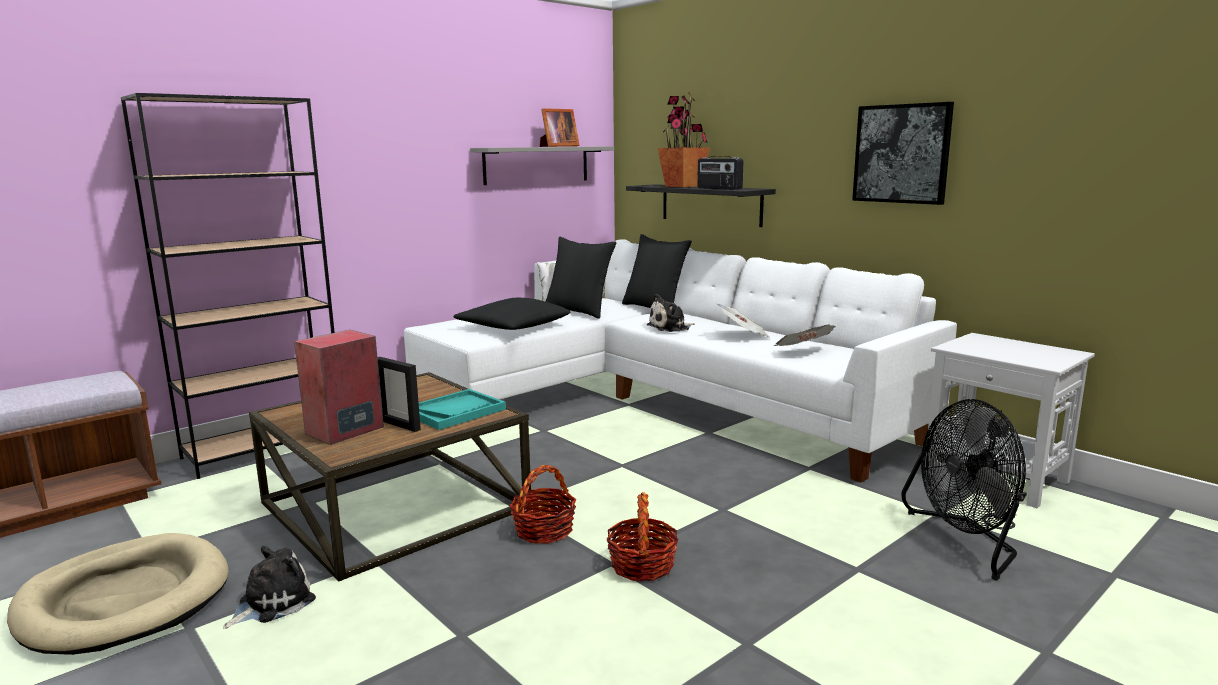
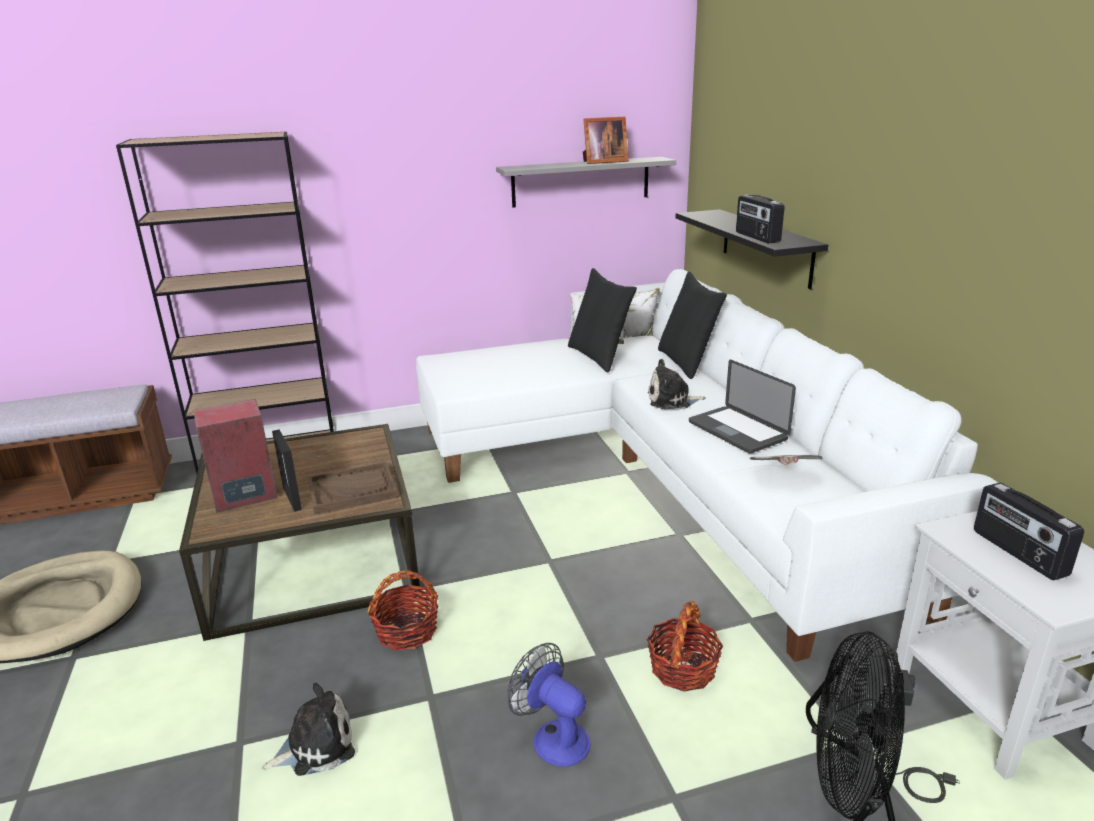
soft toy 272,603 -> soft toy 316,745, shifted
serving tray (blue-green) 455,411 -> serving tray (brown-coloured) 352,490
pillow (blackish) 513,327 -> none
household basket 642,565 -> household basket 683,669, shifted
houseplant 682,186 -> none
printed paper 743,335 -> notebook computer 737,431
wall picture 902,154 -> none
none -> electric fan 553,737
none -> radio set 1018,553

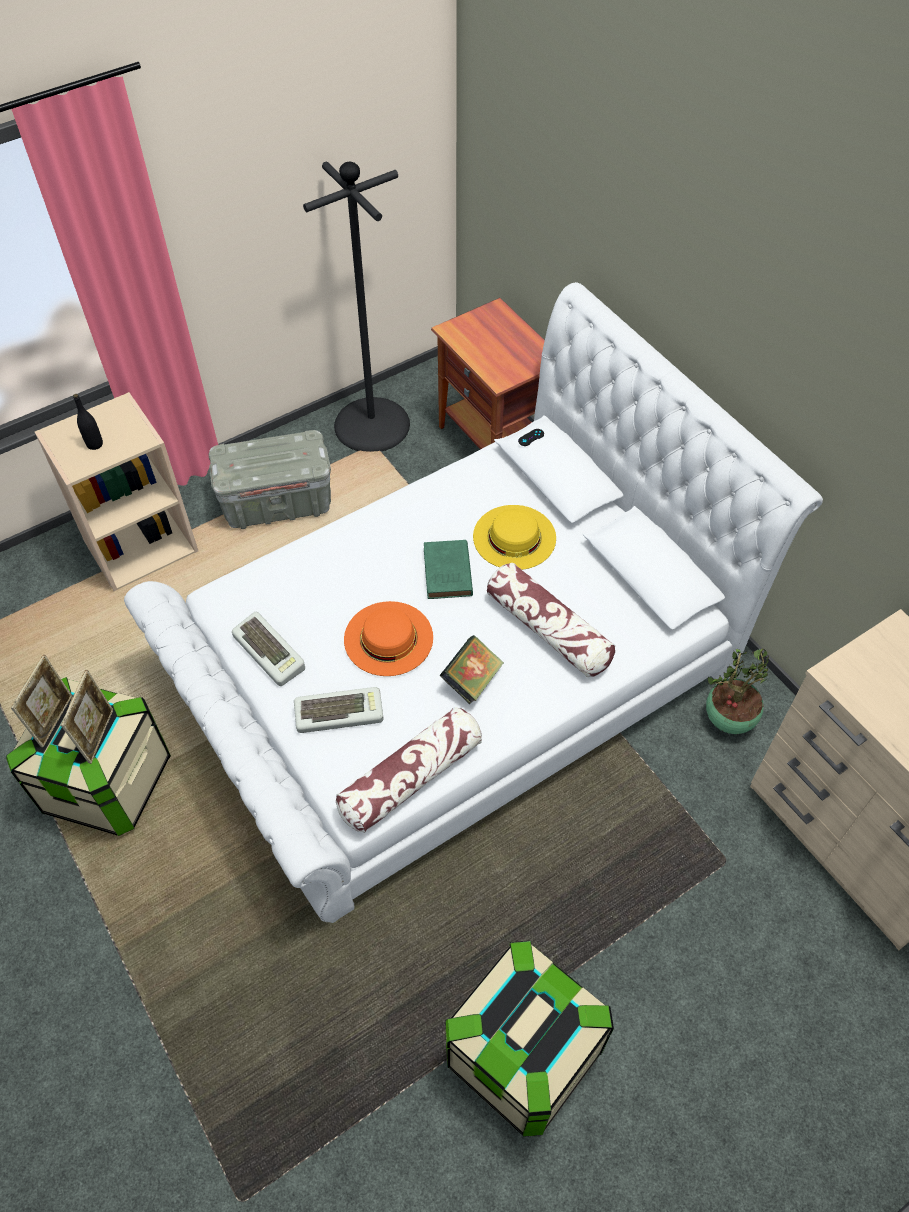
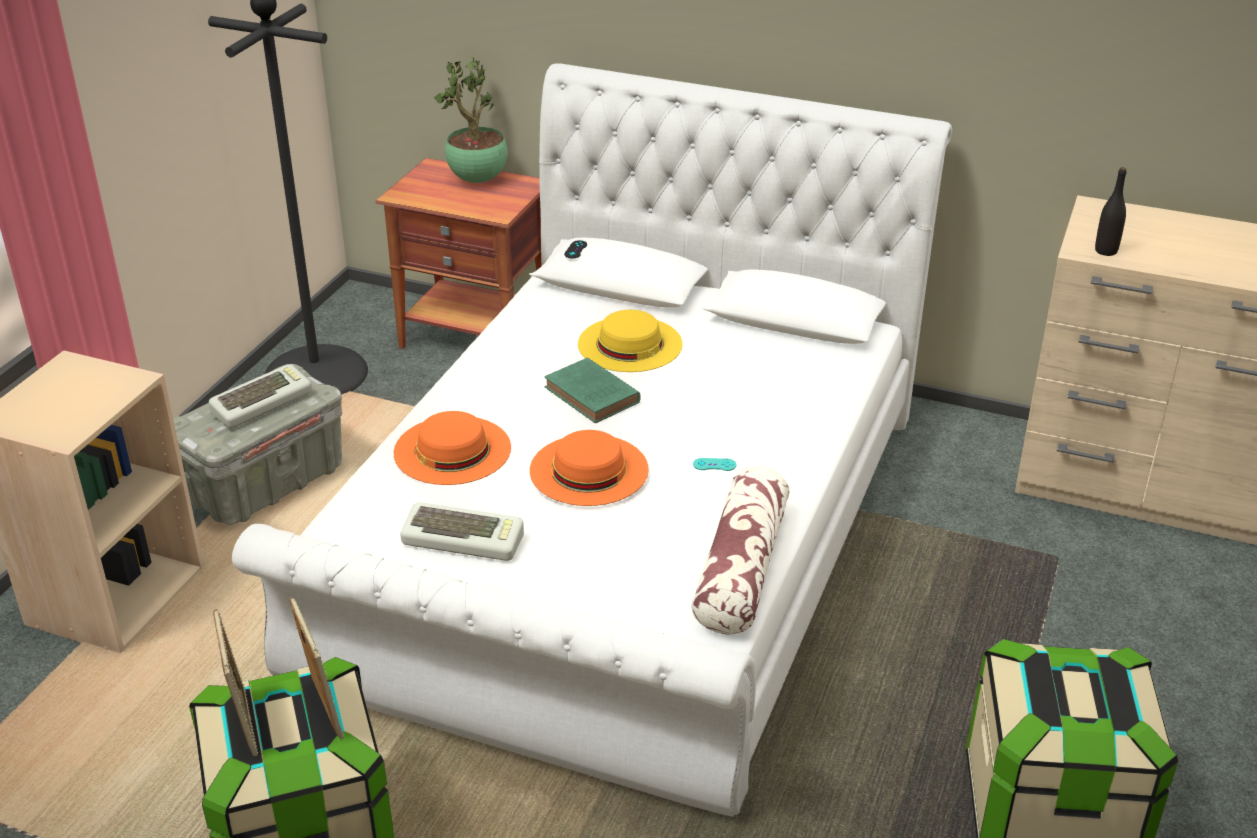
drink bottle (blackish) 95,444 -> drink bottle (blackish) 1106,251, shifted
computer keyboard 340,712 -> computer keyboard 261,402, shifted
volume 472,679 -> joypad (blue-green) 714,465
pillow 548,630 -> none
houseplant 727,720 -> houseplant 477,180, shifted
none -> hat (orangey) 452,450

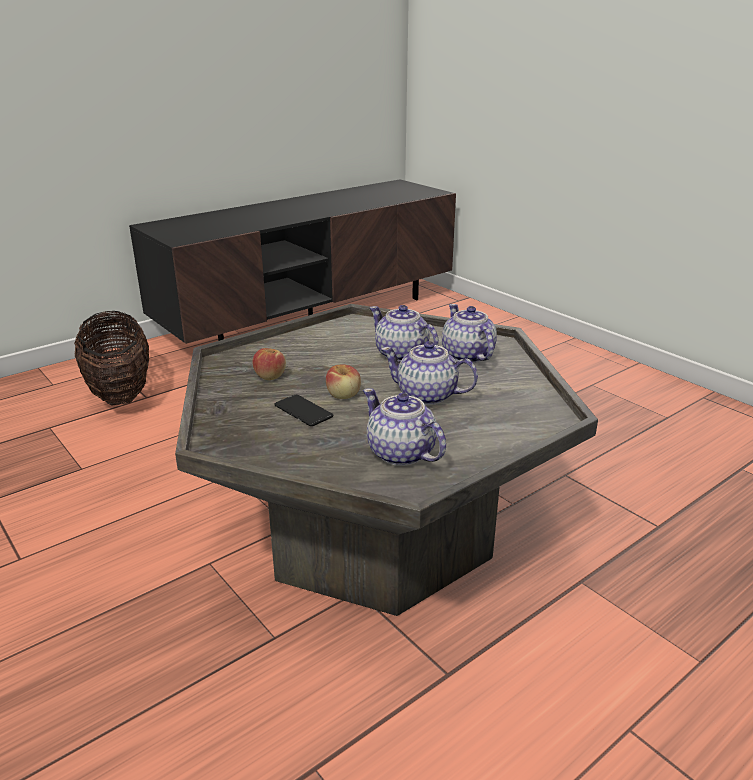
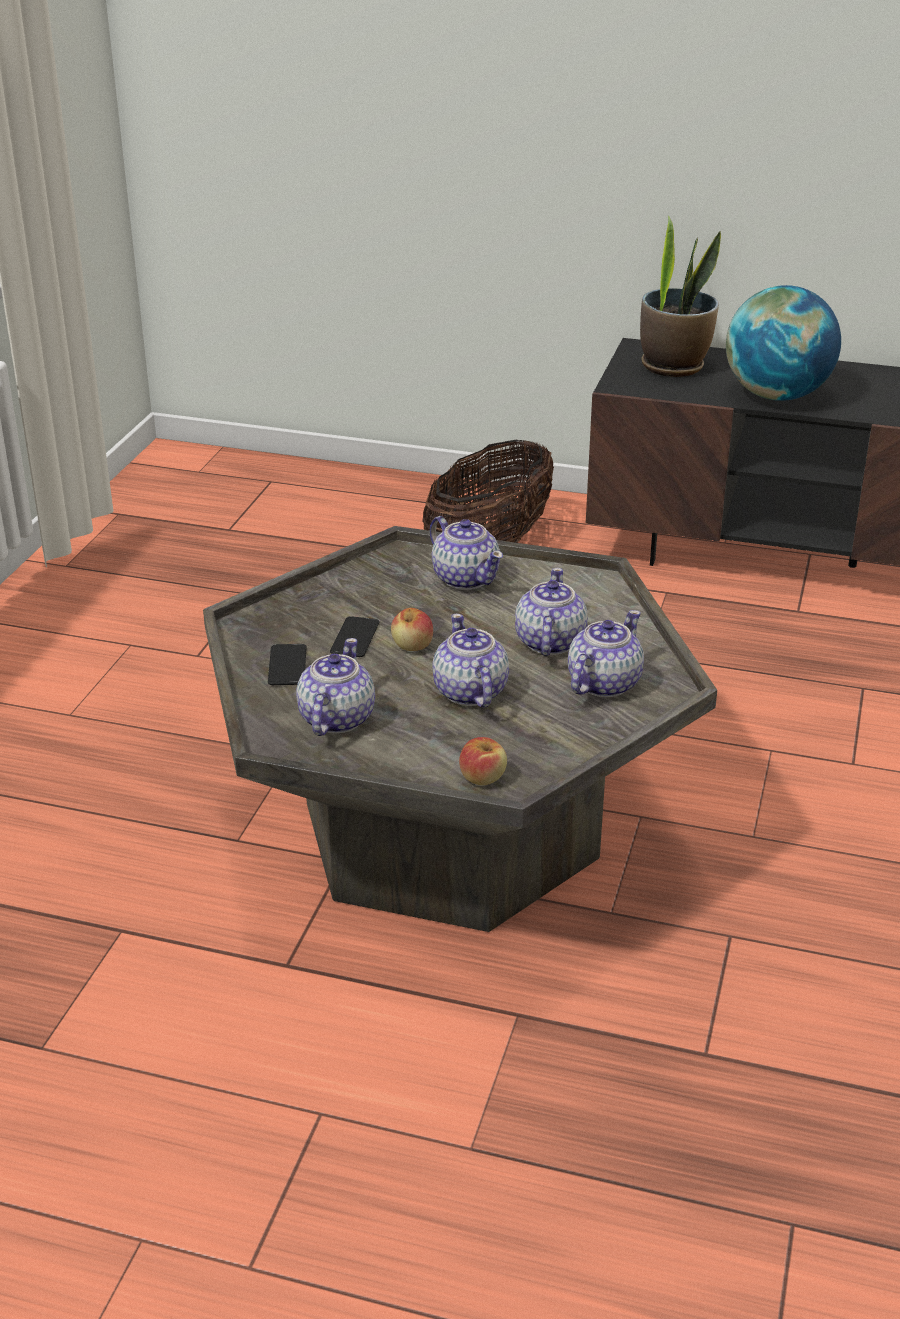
apple fruit 270,376 -> apple fruit 483,777, shifted
none -> telephone 287,666
none -> pot for tea 465,578
none -> houseplant 673,366
none -> desk globe 777,396

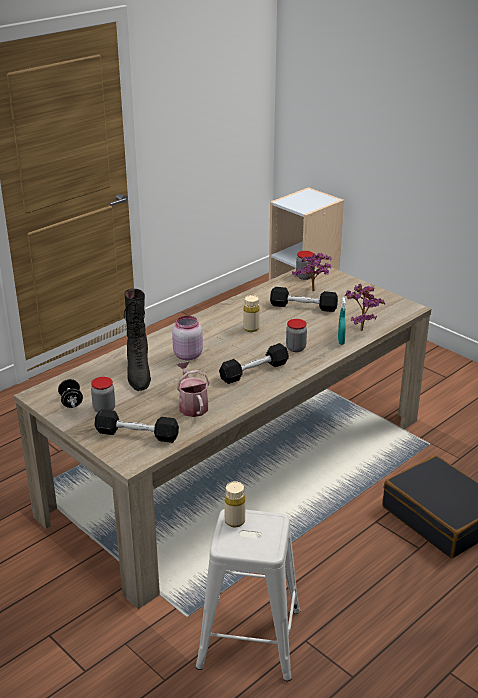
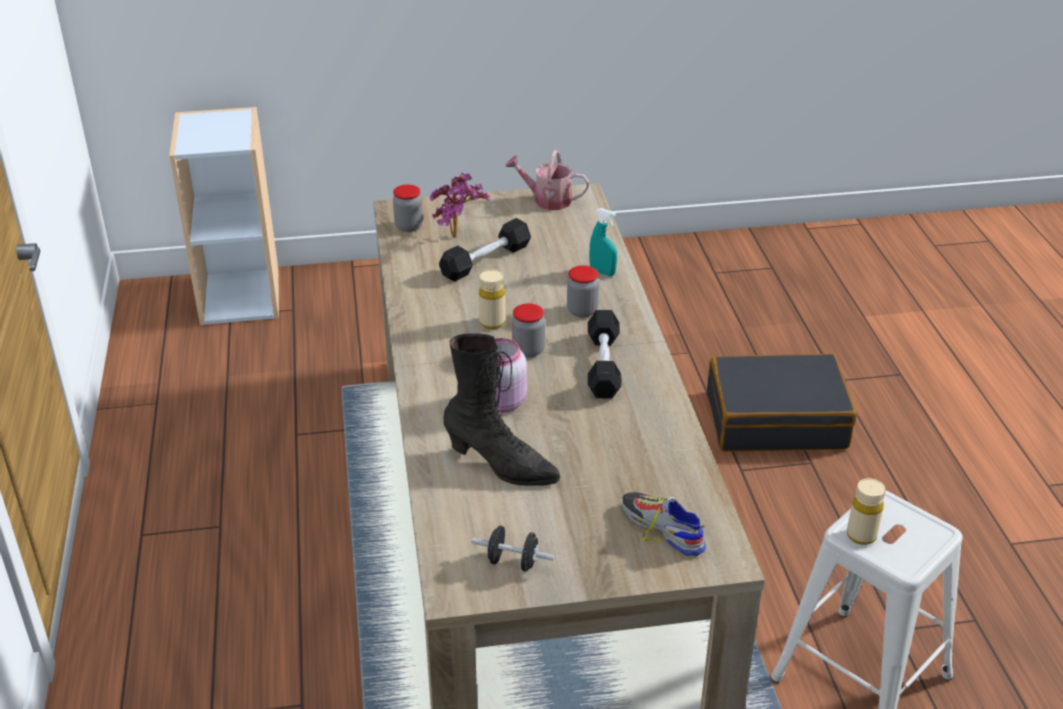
preserve jar 104,409 -> preserve jar 528,350, shifted
dumbbell (blackish) 137,434 -> item of footwear 662,528
watering pot 192,405 -> watering pot 547,200, shifted
houseplant 360,328 -> none

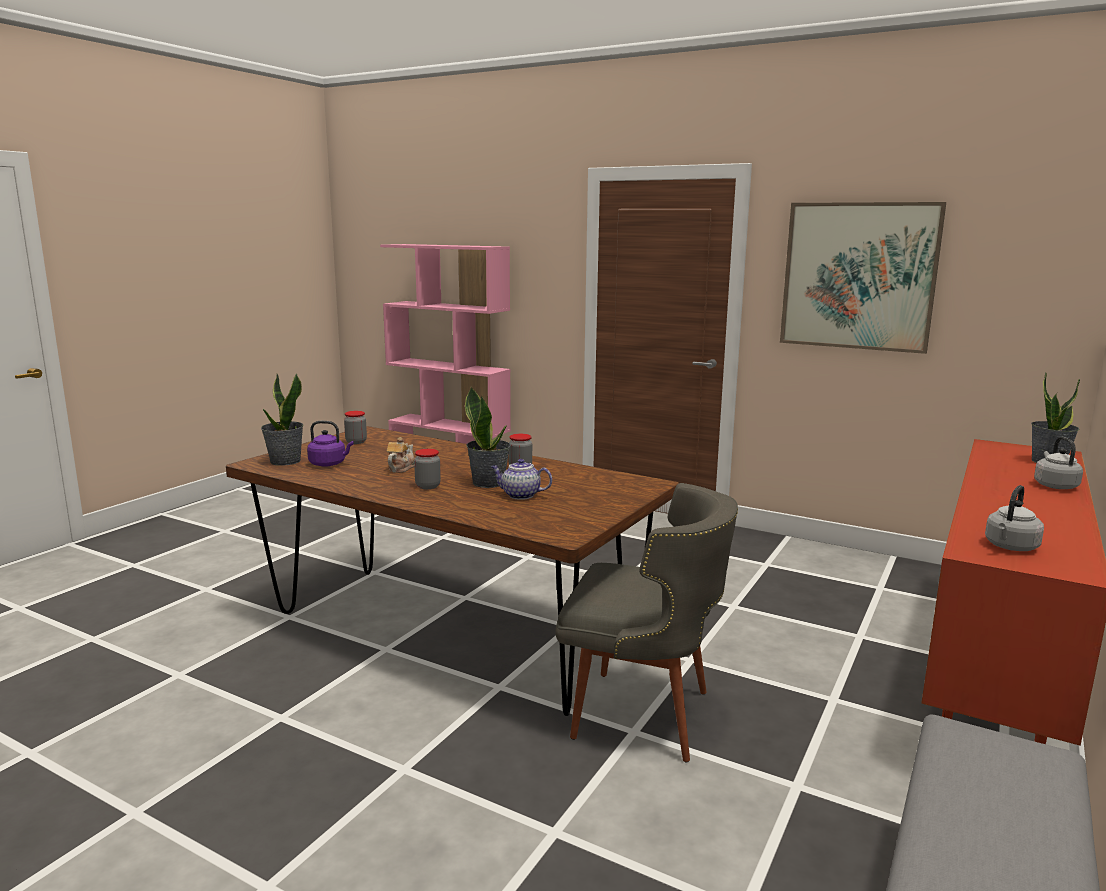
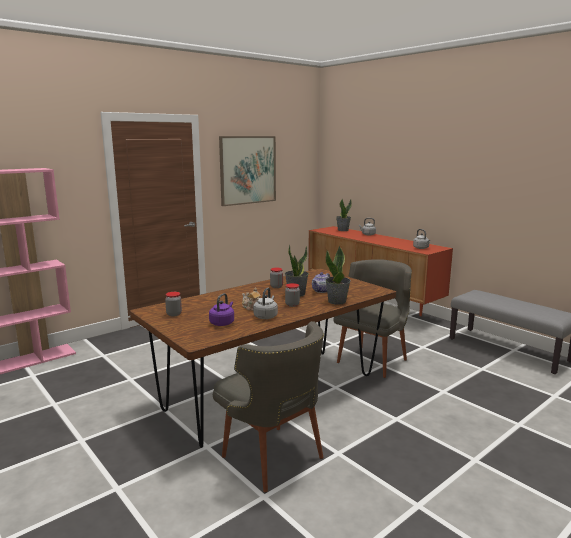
houseplant 285,461 -> houseplant 337,301, shifted
none -> chair (greyish) 272,457
none -> tea kettle (greyish) 266,316

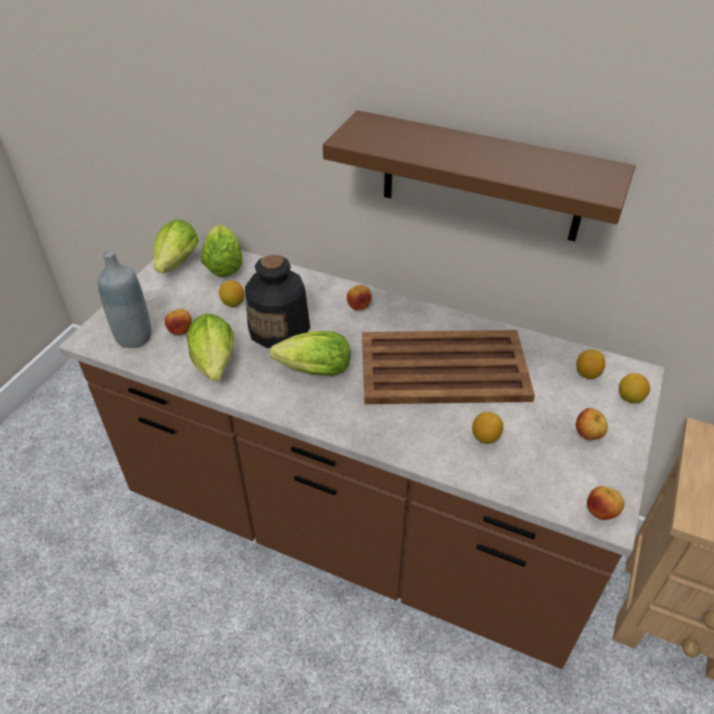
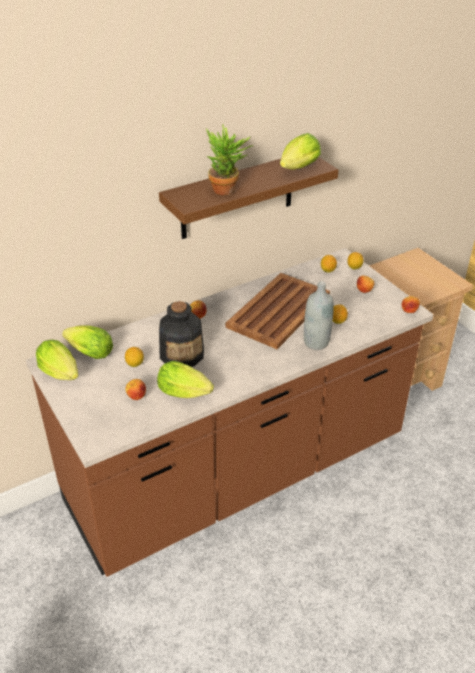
drink bottle (greyish) 134,337 -> drink bottle (greyish) 316,342, shifted
head of lettuce 310,371 -> head of lettuce 297,169, shifted
none -> houseplant 228,191

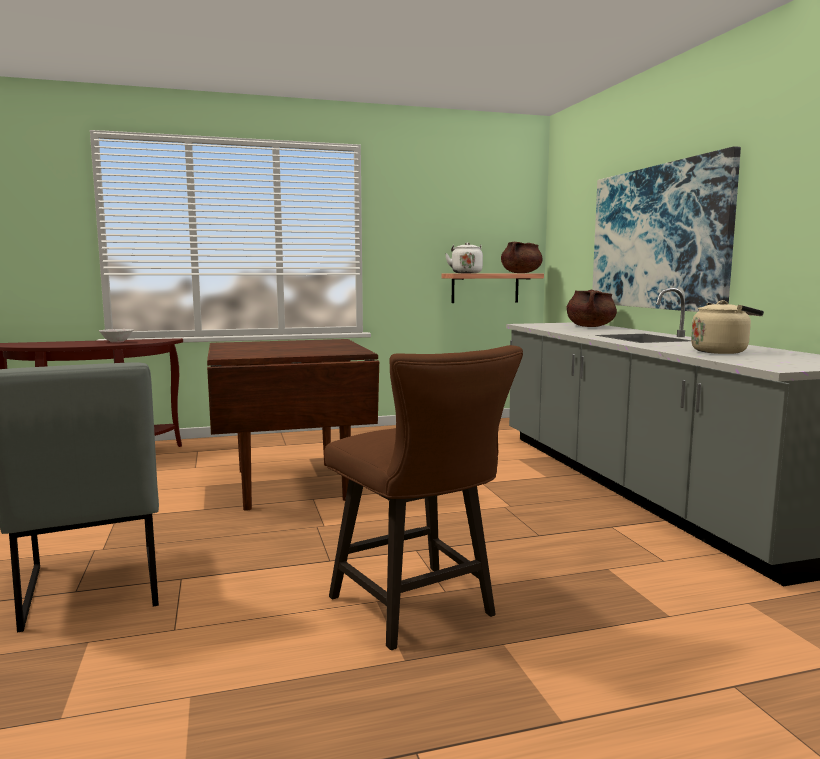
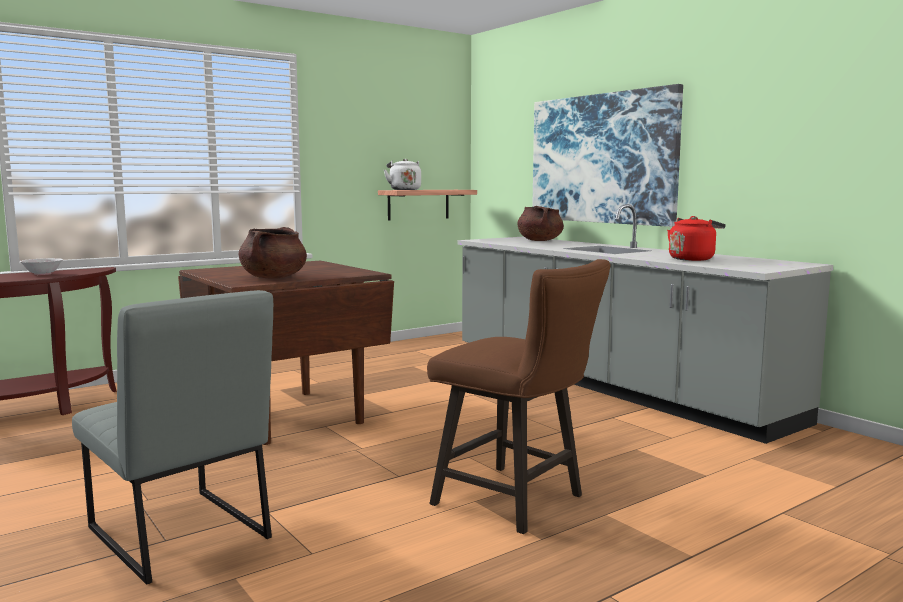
stockpot (brown-coloured) 521,273 -> stockpot (brown-coloured) 274,278, shifted
tea kettle (beige) 721,352 -> tea kettle (reddish) 693,259

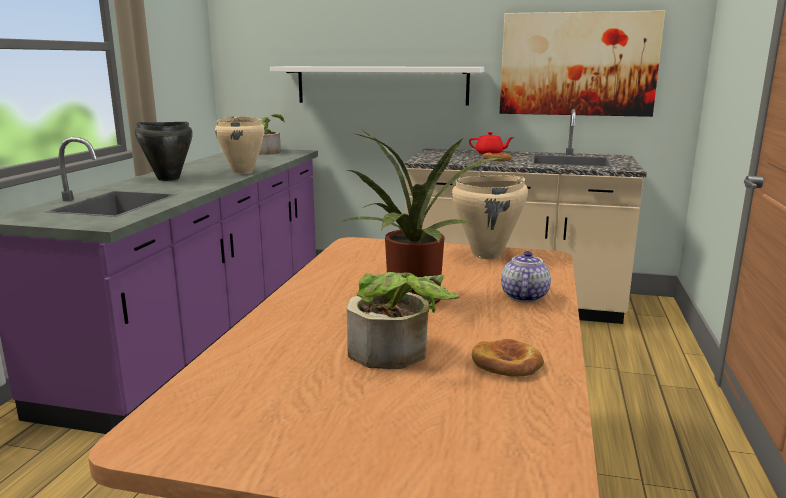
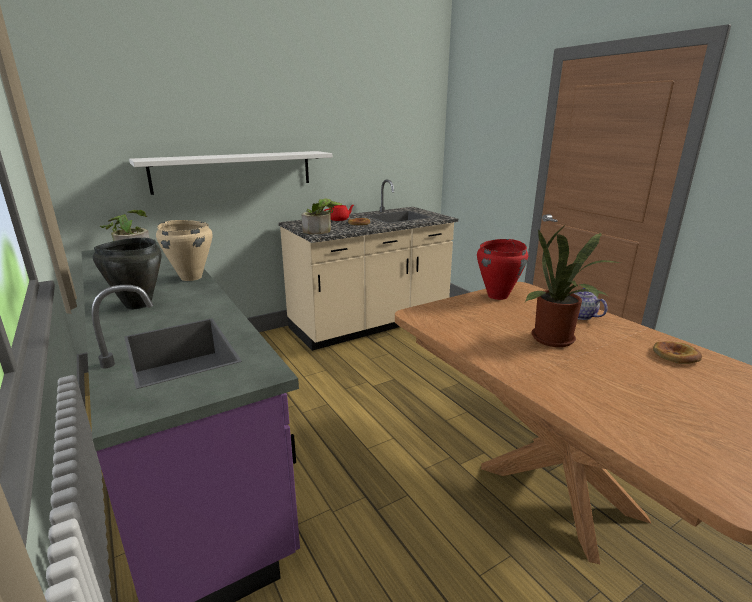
houseplant 397,354 -> houseplant 321,231, shifted
stockpot (beige) 487,255 -> stockpot (reddish) 498,296
wall picture 578,64 -> none

